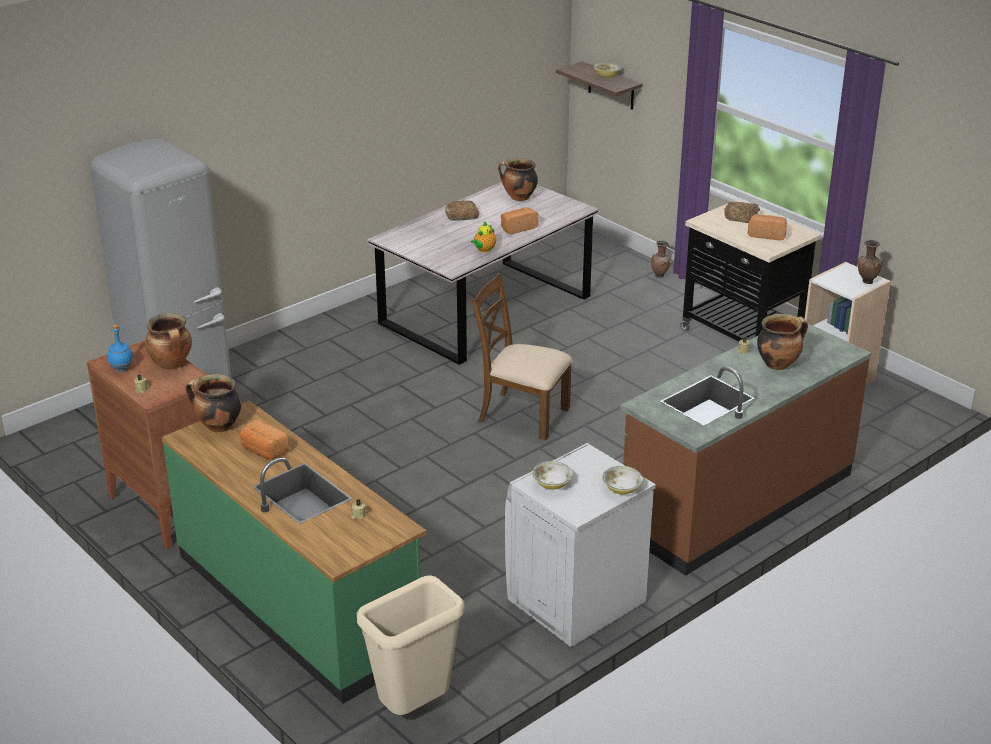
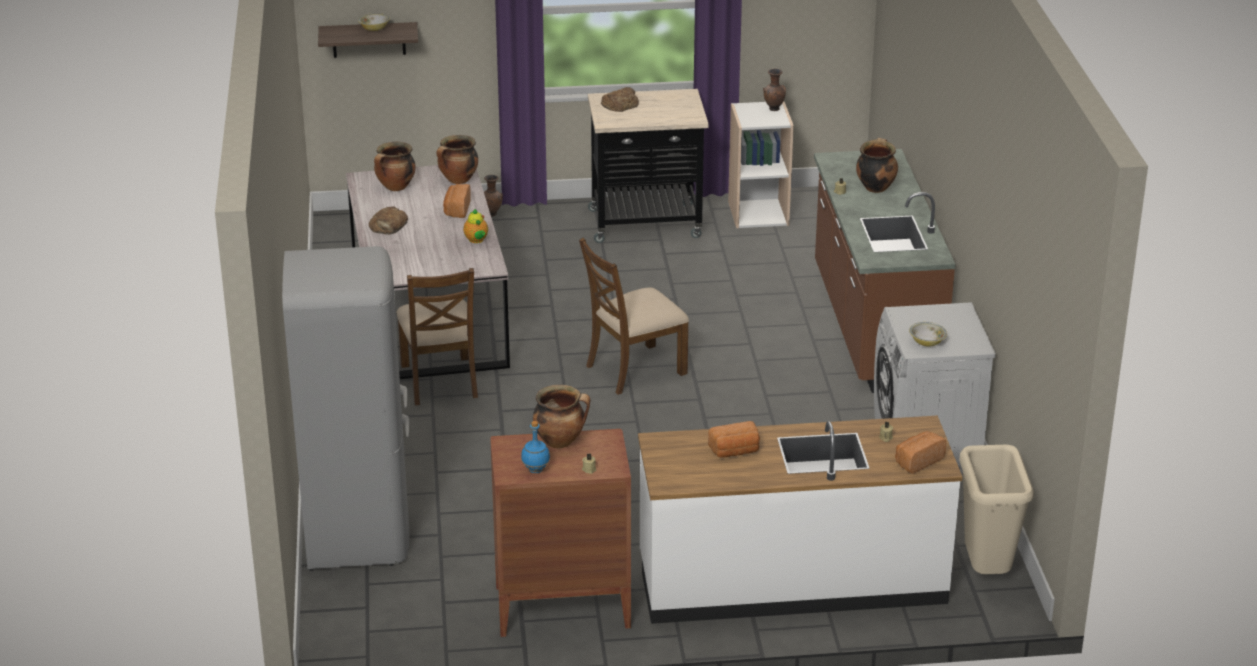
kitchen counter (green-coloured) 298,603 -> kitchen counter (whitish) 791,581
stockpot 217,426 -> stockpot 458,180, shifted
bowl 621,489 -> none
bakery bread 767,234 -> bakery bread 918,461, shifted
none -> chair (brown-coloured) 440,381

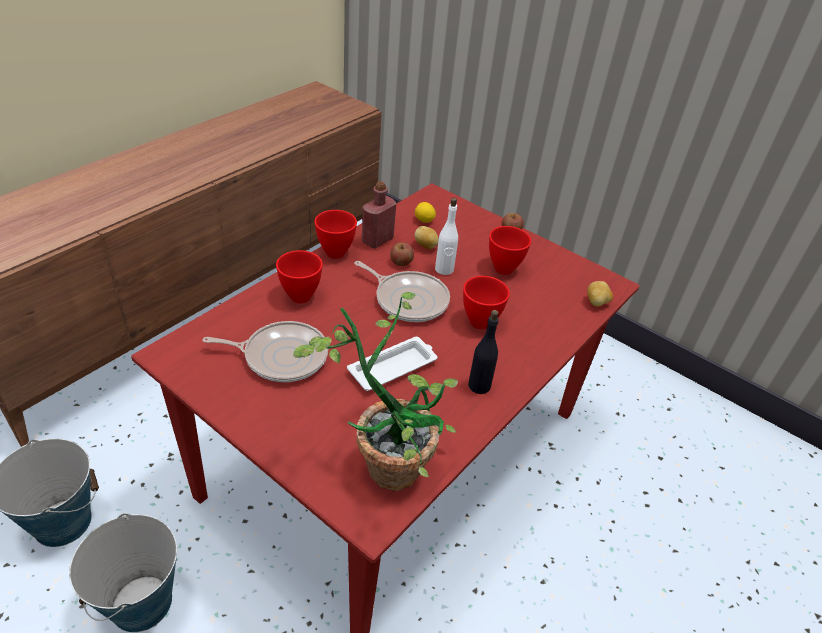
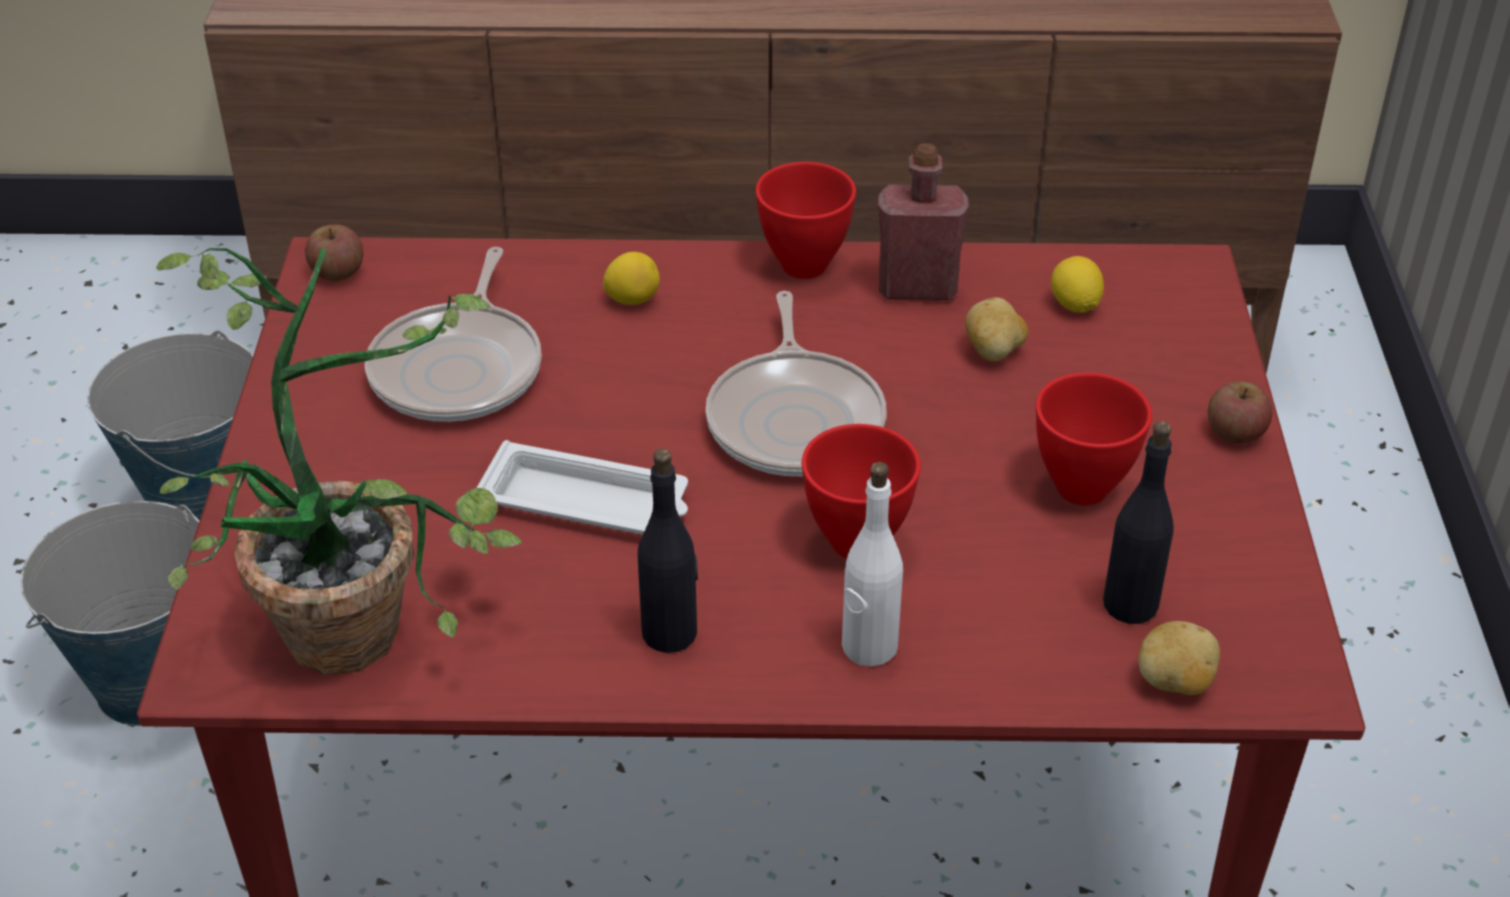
skillet 281,356 -> skillet 460,368, 45 degrees clockwise
bowl (reddish) 300,296 -> whole lemon 632,299
apple fruit 401,262 -> apple fruit 337,272, shifted
drink bottle (whitish) 444,269 -> drink bottle (whitish) 868,647, shifted
none -> drink bottle (blackish) 1131,604

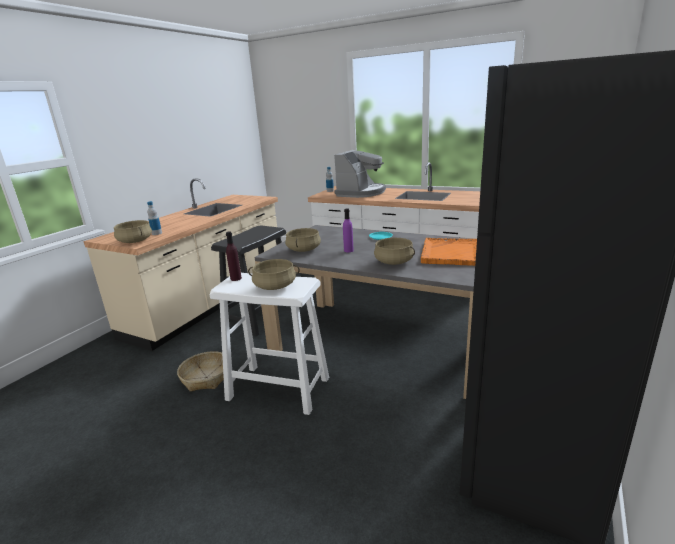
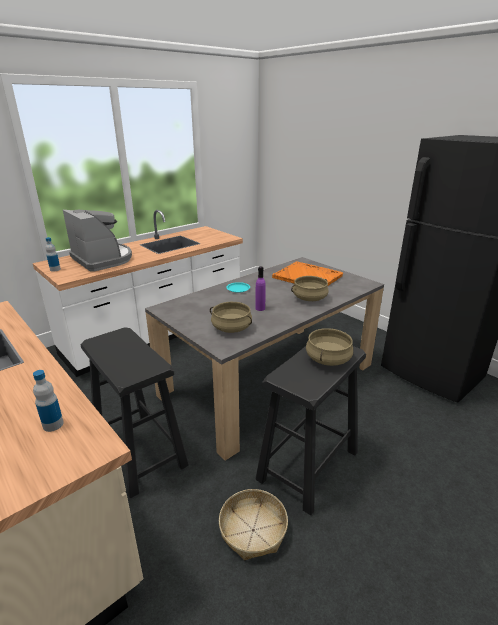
stockpot (beige) 135,241 -> none
sitting stool (whitish) 278,388 -> sitting stool (blackish) 307,466
drink bottle (purplish) 236,278 -> none

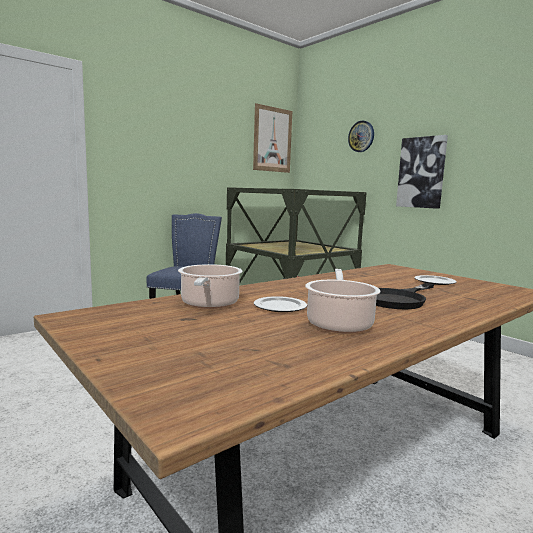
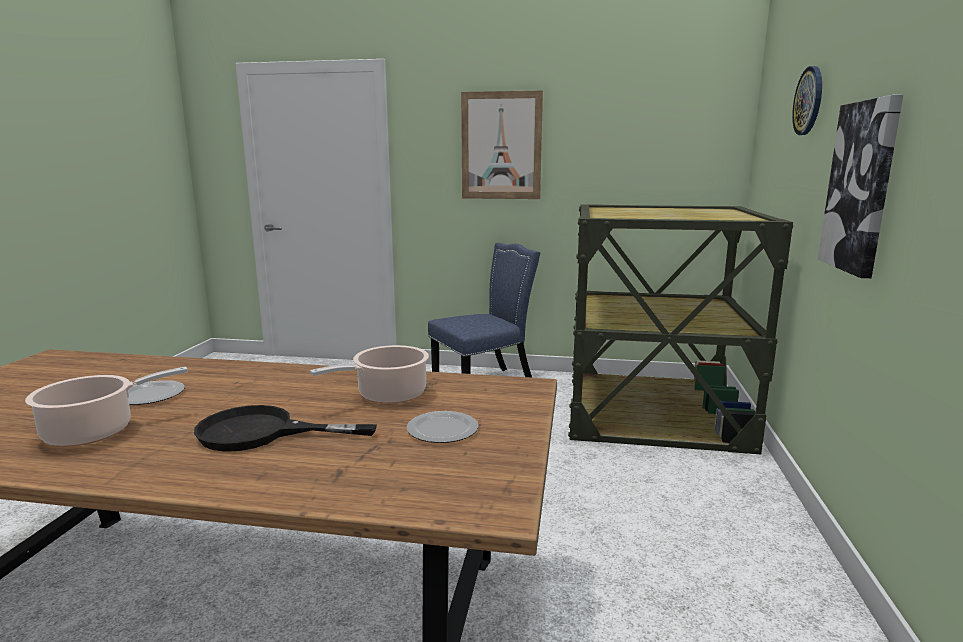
stockpot 209,304 -> stockpot 387,395, shifted
wall picture 272,139 -> wall picture 501,146, shifted

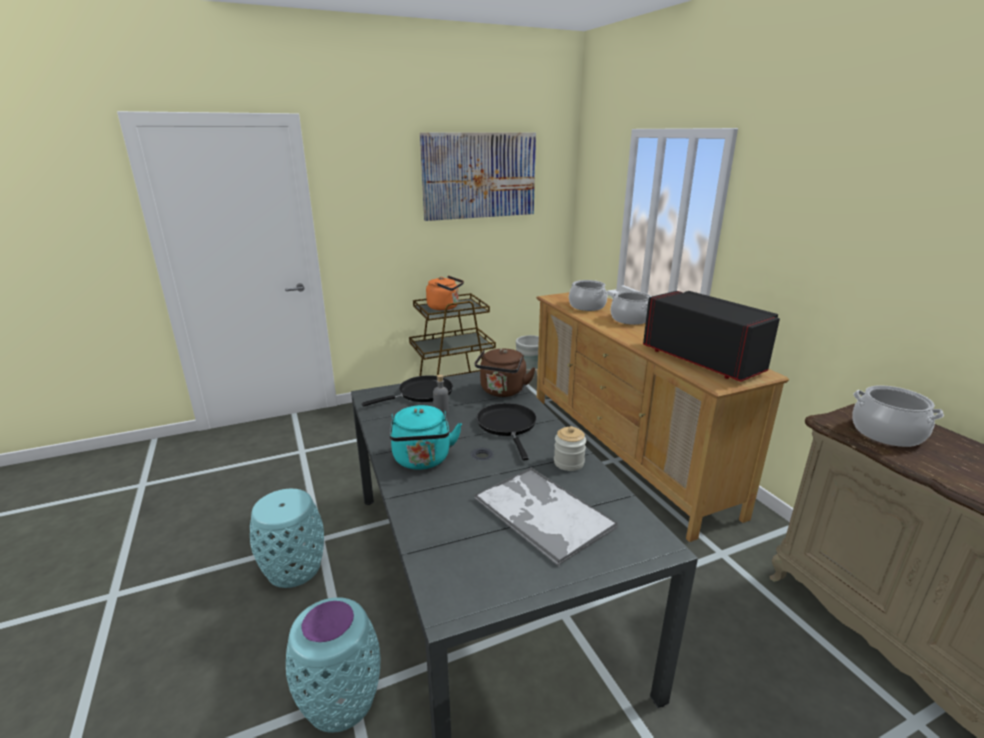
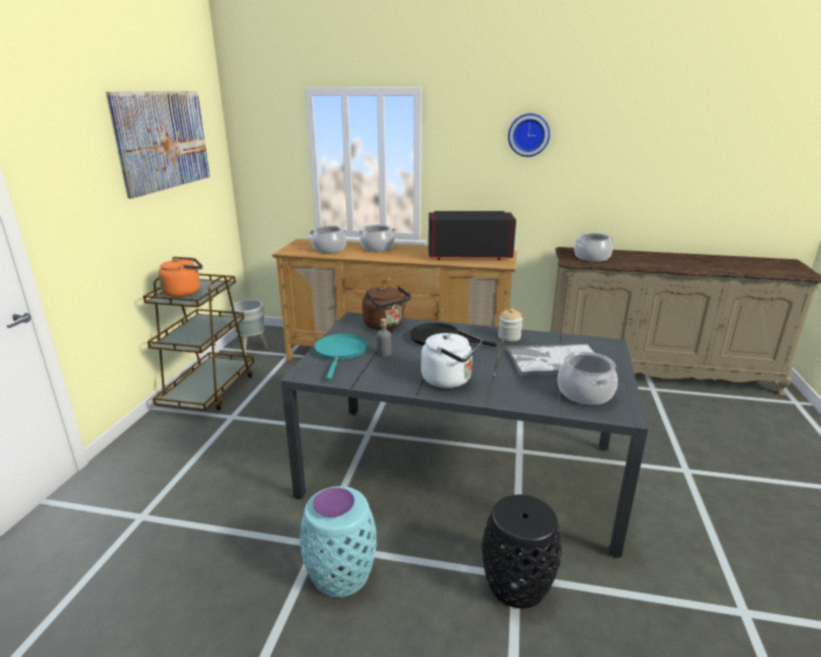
sitting stool (blue-green) 340,700 -> sitting stool (blackish) 516,584
dinner plate (purplish) 328,626 -> dinner plate (purplish) 334,507, shifted
skillet (blackish) 422,393 -> skillet (blue-green) 340,352
tea kettle (blue-green) 422,460 -> tea kettle (whitish) 450,380
none -> hanging clock 528,135
none -> stockpot 584,393

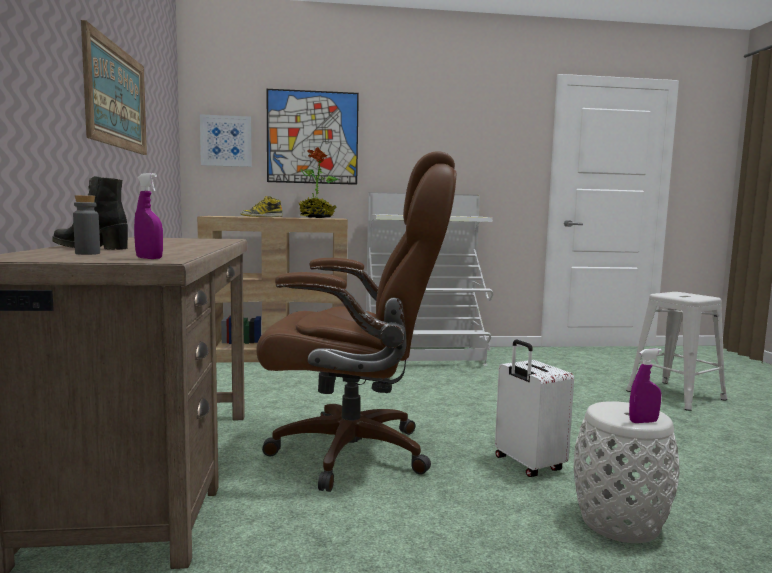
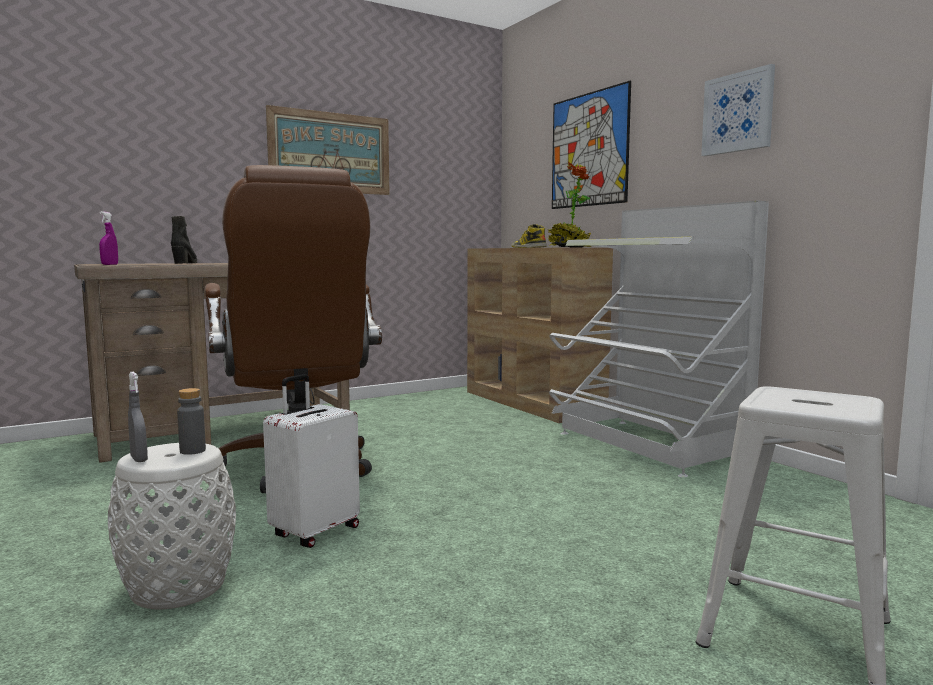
drink bottle (greyish) 87,253 -> drink bottle (greyish) 192,451, shifted
wall picture 226,141 -> wall picture 738,113, shifted
hand sprayer (purplish) 643,421 -> hand sprayer (greyish) 139,459

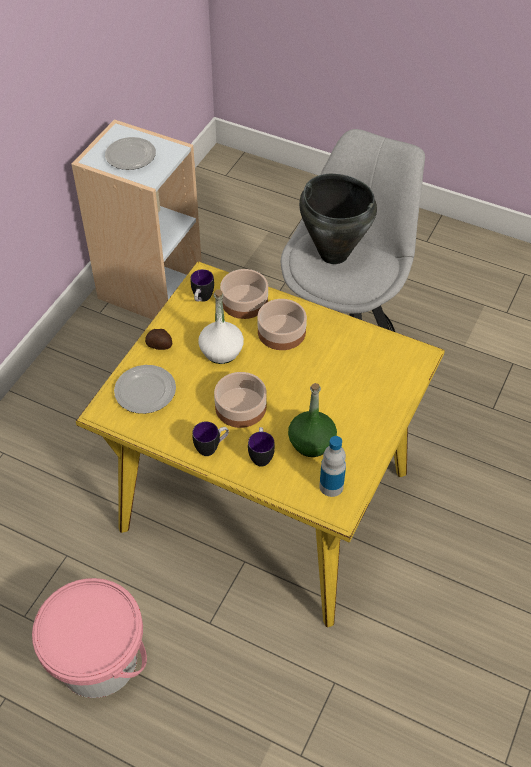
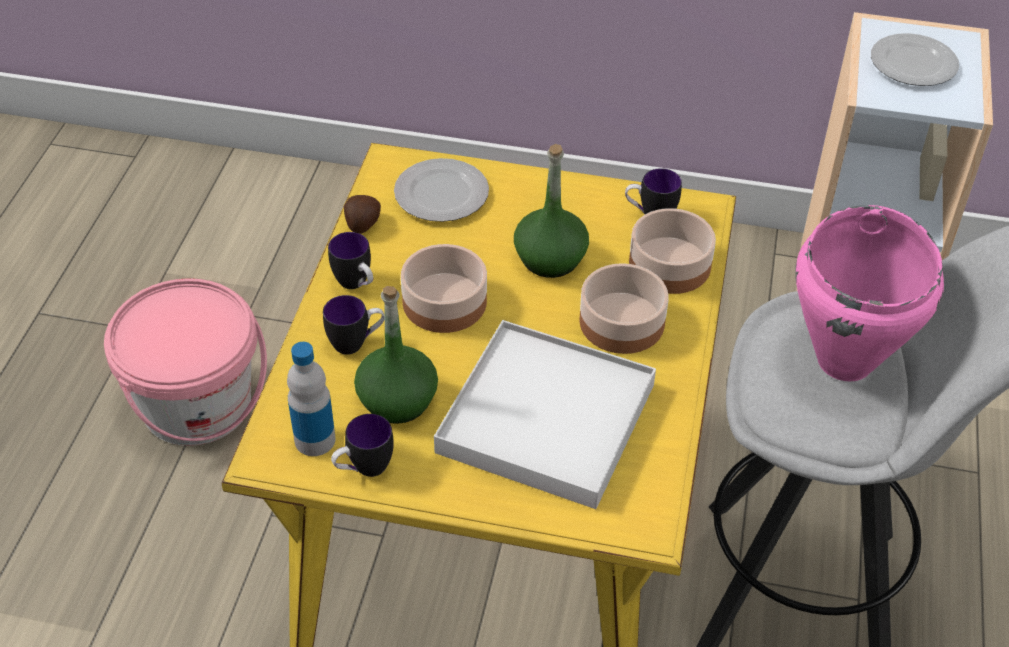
potato 160,346 -> potato 362,225, shifted
drink bottle (whitish) 221,351 -> drink bottle (green-coloured) 550,259
stockpot (blackish) 333,253 -> stockpot (pink) 846,360
none -> mug 363,469
none -> serving tray (whitish) 545,418

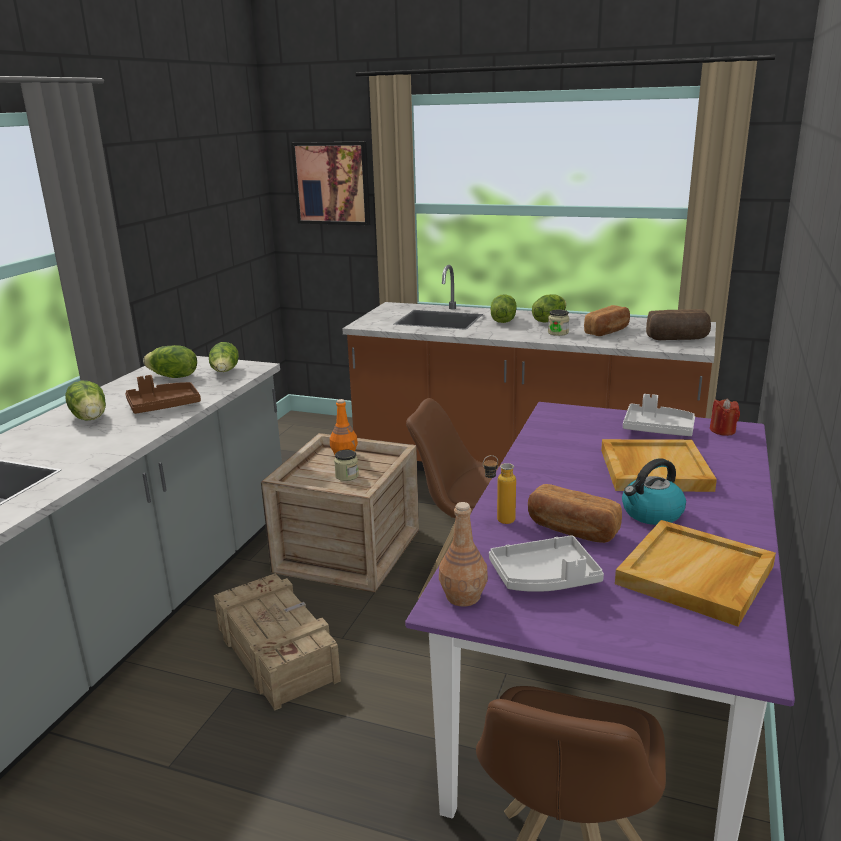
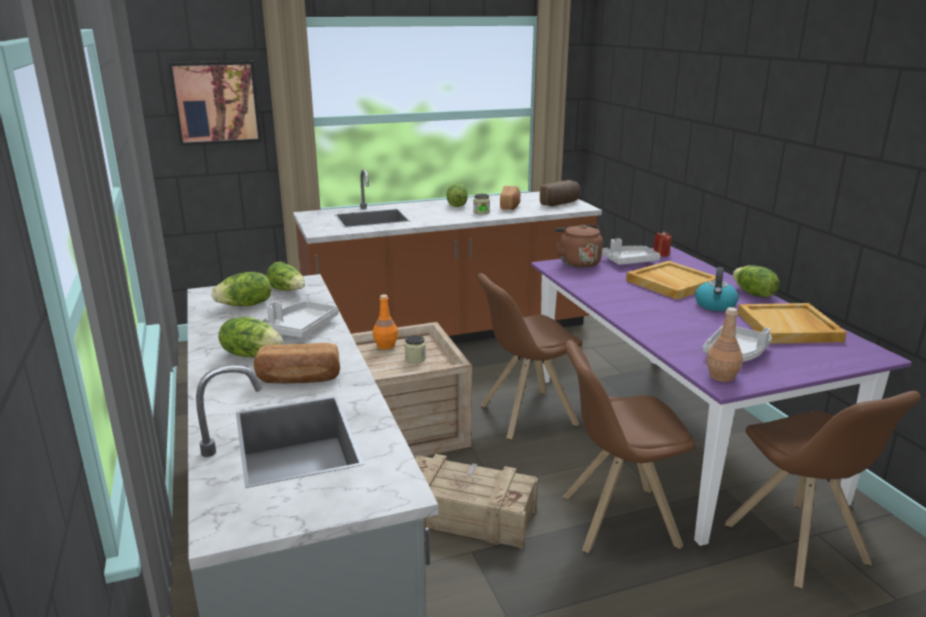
serving tray (brown-coloured) 163,406 -> serving tray (greyish) 300,328
drink bottle 498,521 -> none
head of lettuce 502,321 -> head of lettuce 753,294, shifted
bakery bread 572,530 -> bakery bread 299,378, shifted
none -> tea kettle (brown-coloured) 577,262
none -> chair (brown-coloured) 618,520

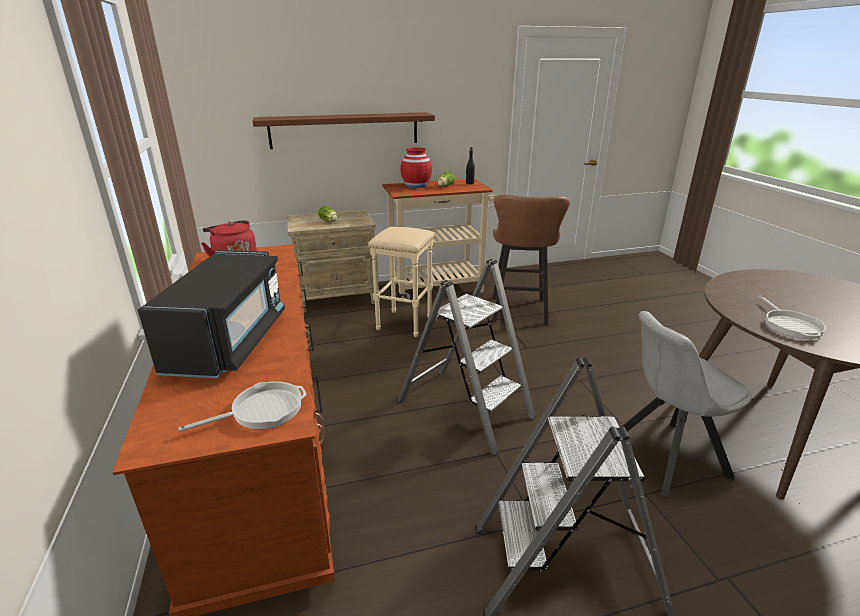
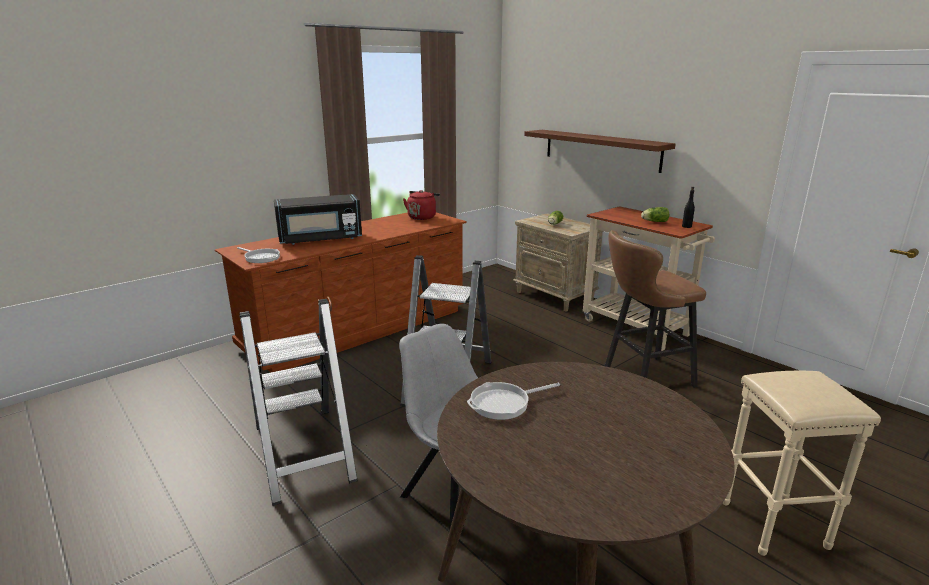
sitting stool (beige) 403,322 -> sitting stool (beige) 774,522, shifted
vase (reddish) 416,185 -> none

